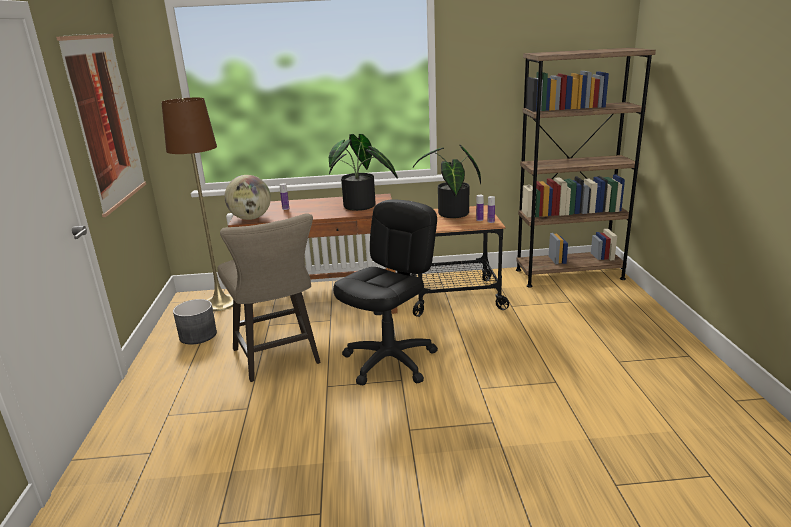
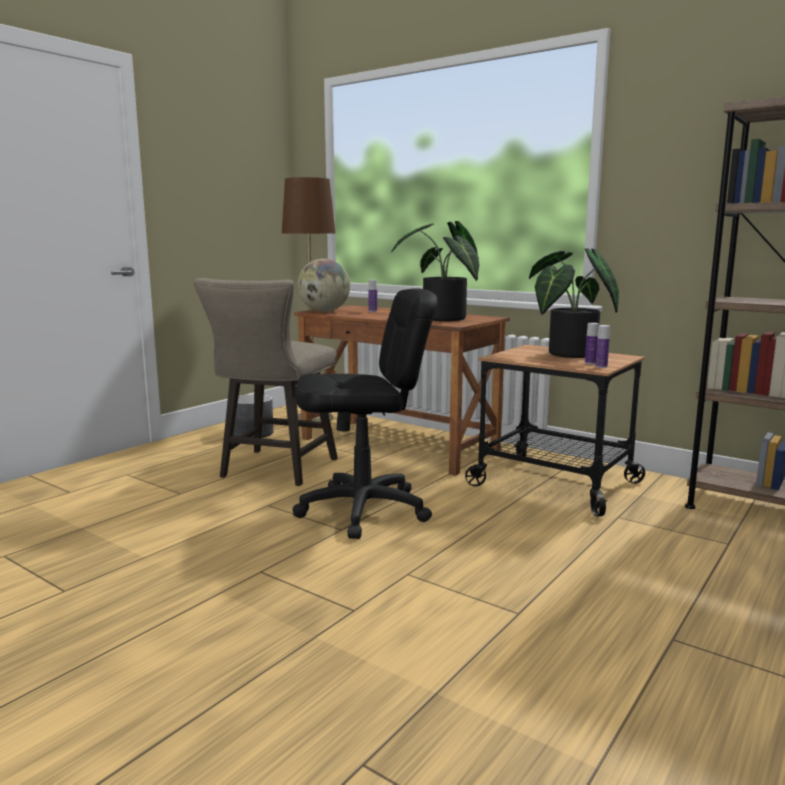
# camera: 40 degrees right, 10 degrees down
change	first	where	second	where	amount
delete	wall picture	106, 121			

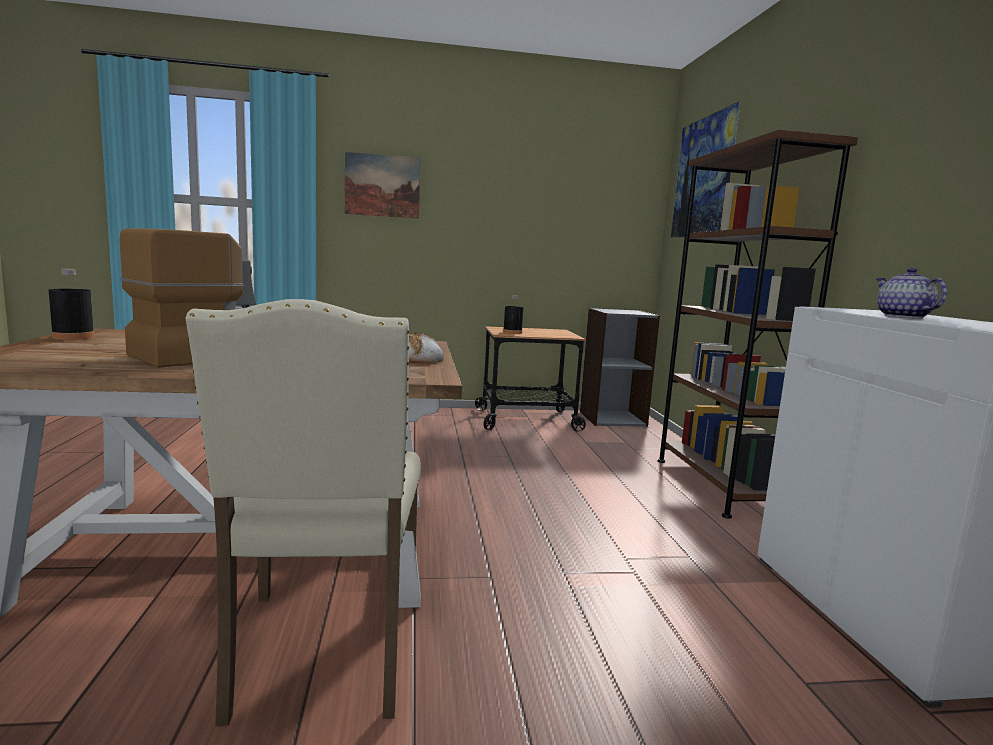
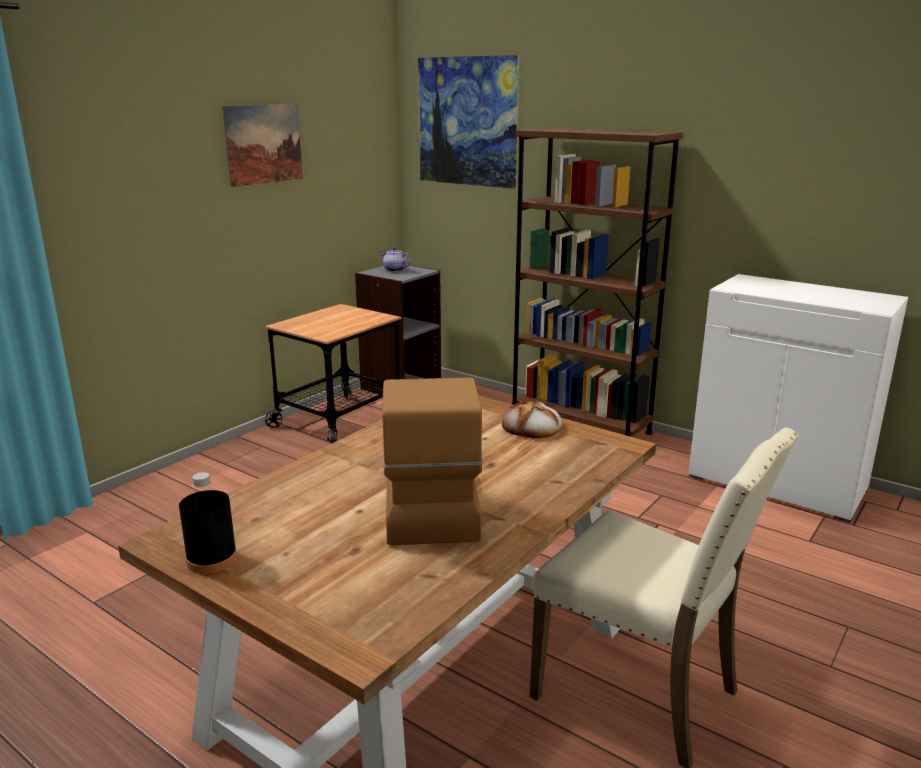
# camera: 45 degrees left, 10 degrees up
change	first	where	second	where	amount
move	wall picture	382, 186		263, 144	
delete	blackish beverage bottle	512, 332			
move	pot for tea	901, 317		394, 270	

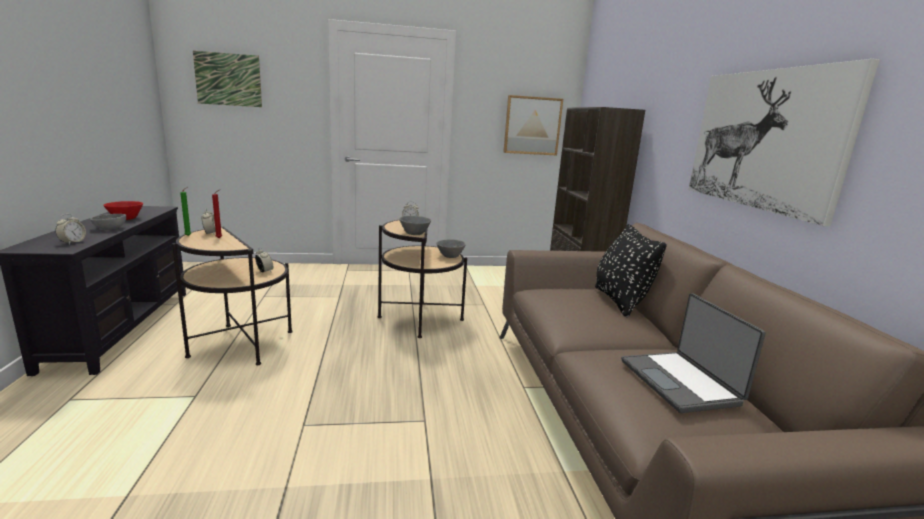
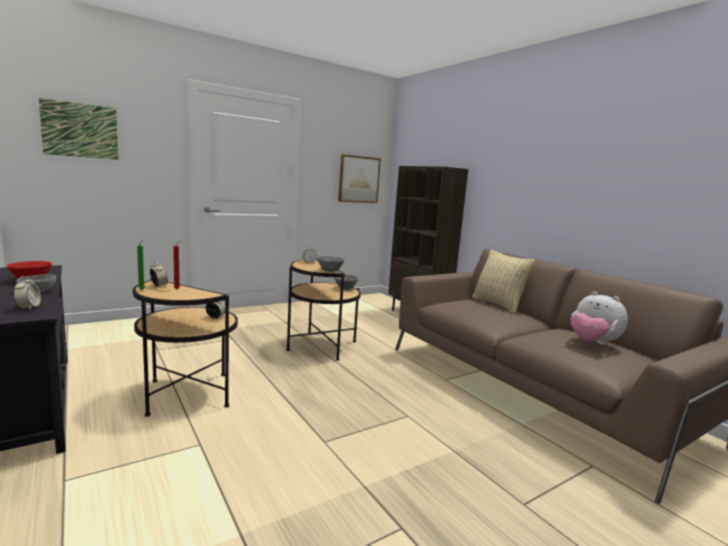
# camera: 25 degrees left, 5 degrees down
change	first	where	second	where	amount
recolor	blackish throw pillow	620, 301	sand-coloured throw pillow	498, 304	
replace	laptop	680, 382	plush toy	592, 343	
delete	wall picture	764, 140			

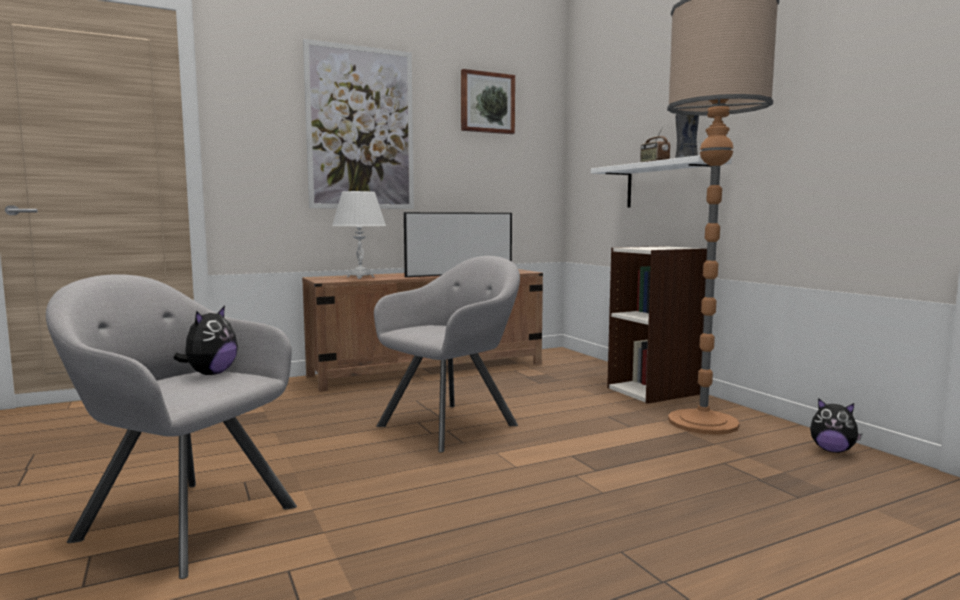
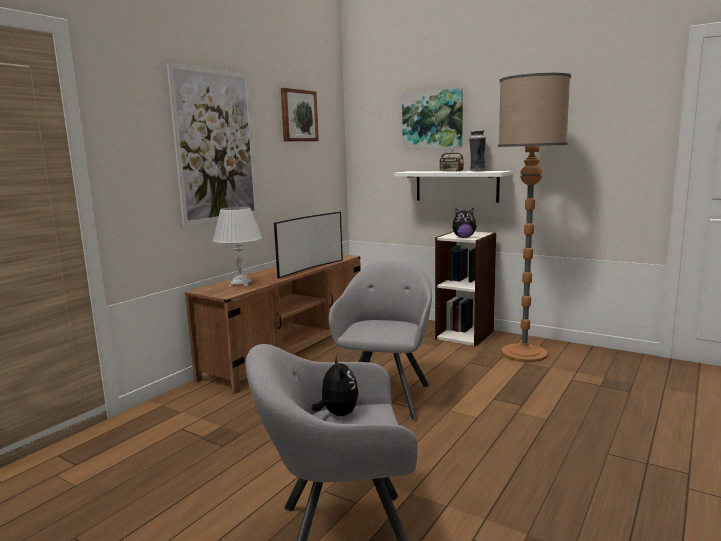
# camera: 30 degrees left, 5 degrees up
change	first	where	second	where	amount
move	plush toy	832, 450		463, 237	
insert			wall picture	432, 119	

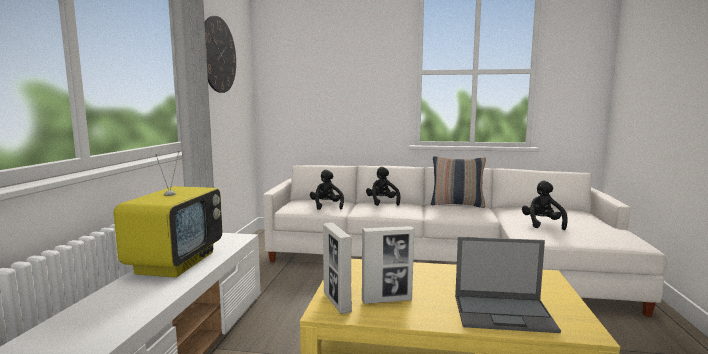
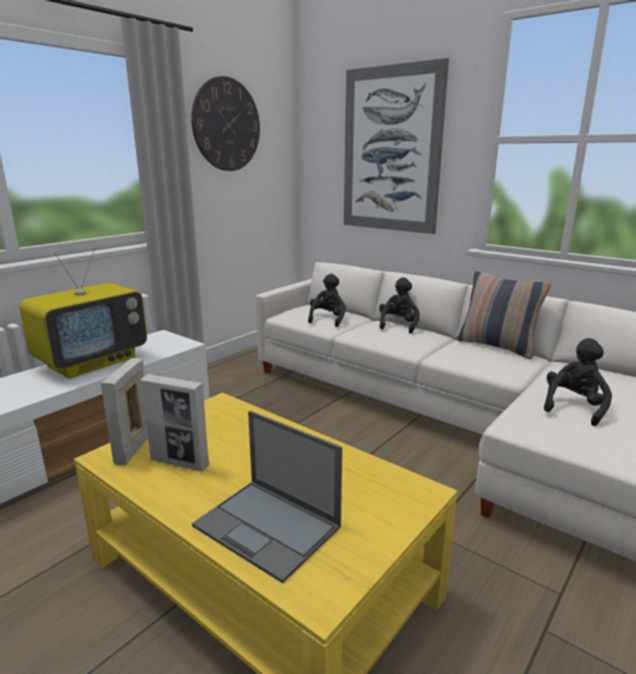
# camera: 30 degrees right, 10 degrees up
change	first	where	second	where	amount
insert			wall picture	391, 150	

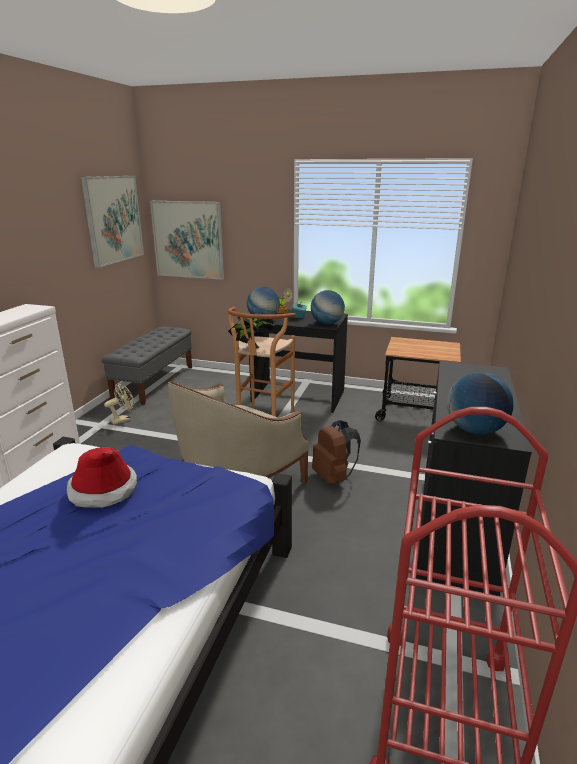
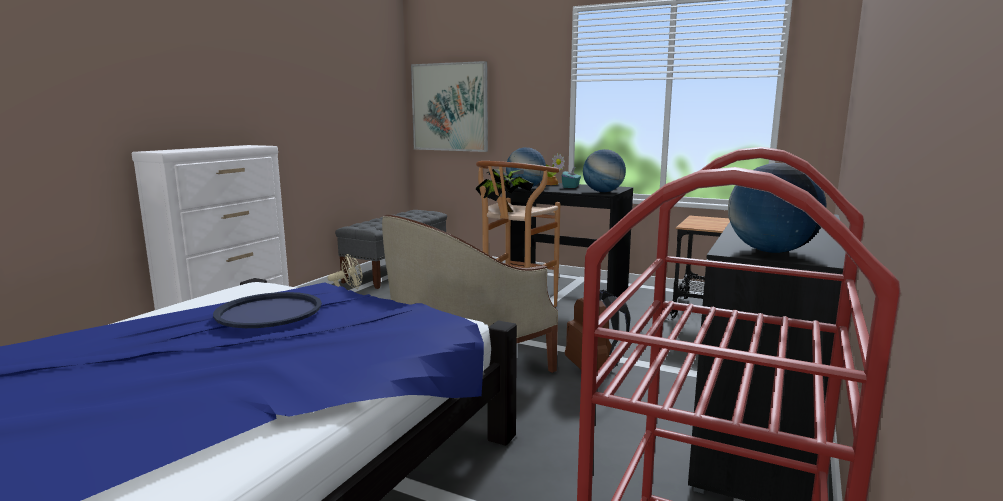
# camera: 10 degrees right, 10 degrees down
change	first	where	second	where	amount
replace	hat	103, 490	bluish serving tray	269, 311	
delete	wall picture	113, 219			

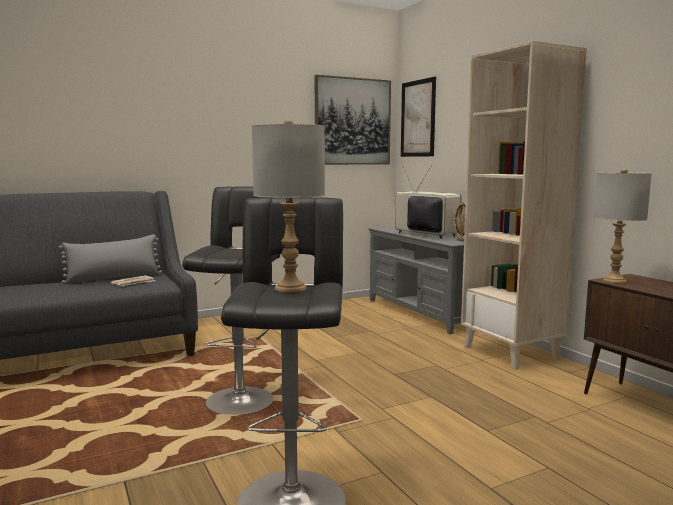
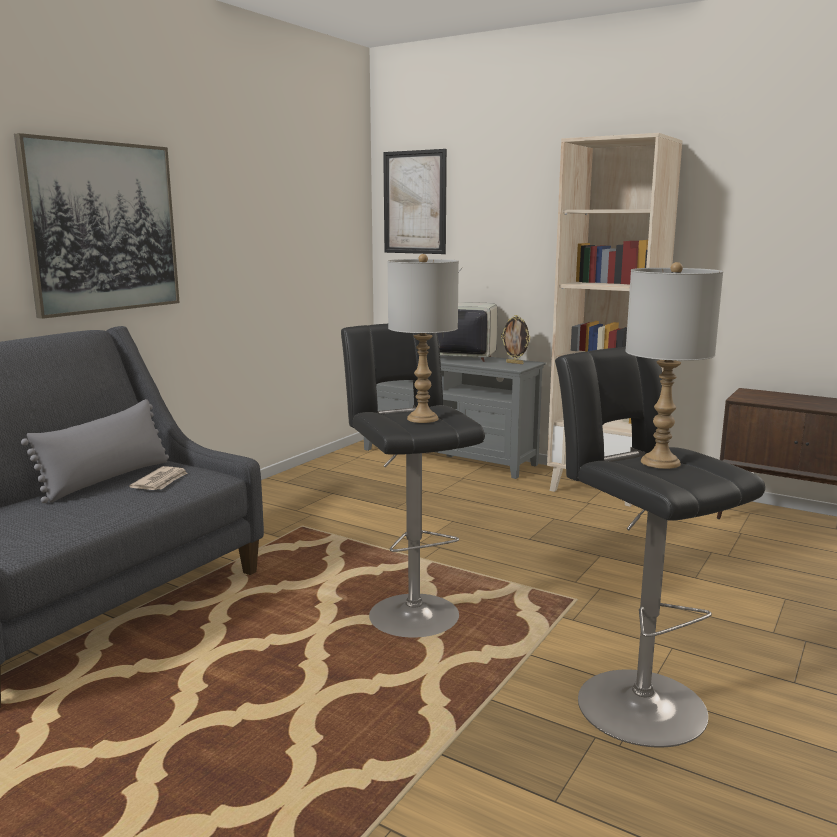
# camera: 30 degrees left, 5 degrees up
change	first	where	second	where	amount
move	wall picture	352, 121		103, 227	
move	grey lamp for a table	615, 281		423, 418	

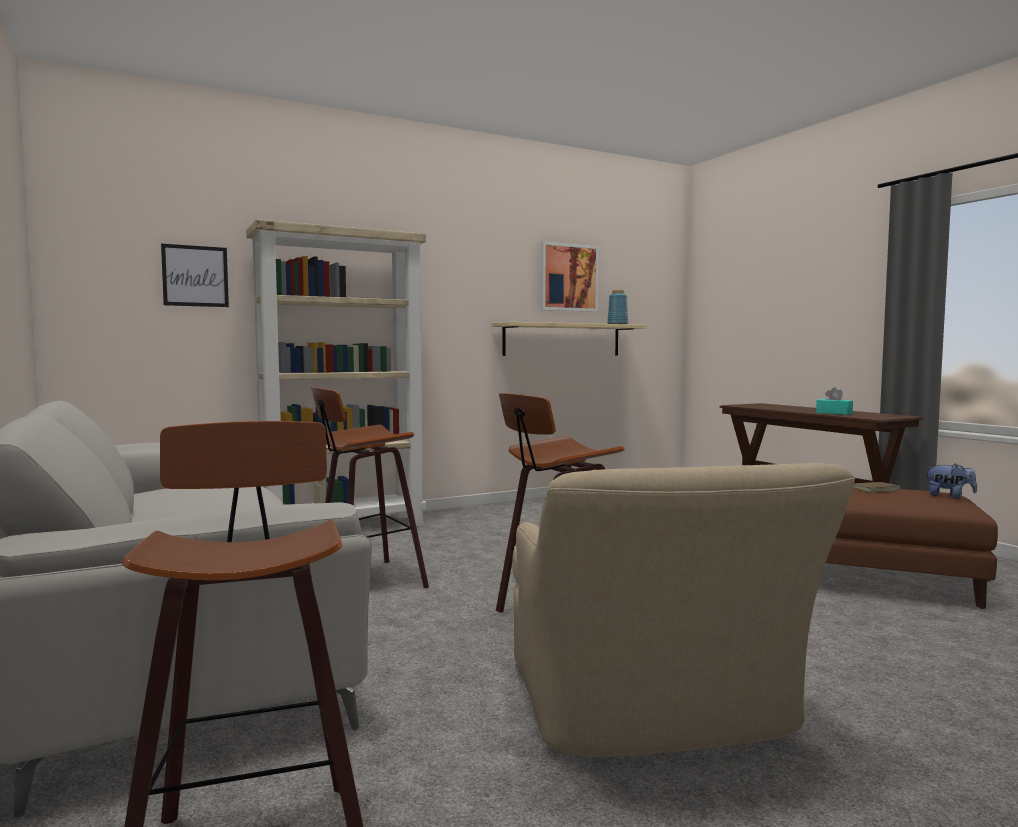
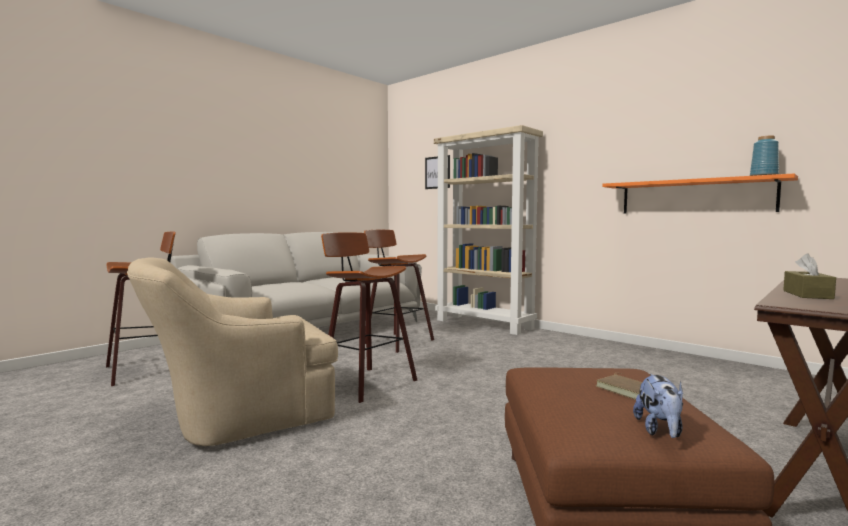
# camera: 70 degrees right, 0 degrees up
change	first	where	second	where	amount
recolor	sand-coloured wall shelf	562, 340	orange wall shelf	695, 197	
delete	wall picture	568, 277			
recolor	turquoise tissue holder	834, 413	brown-coloured tissue holder	807, 295	

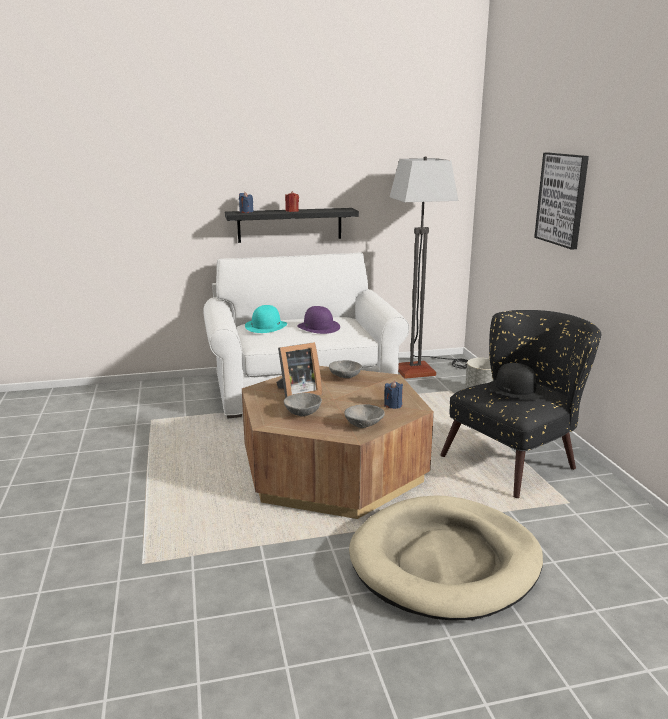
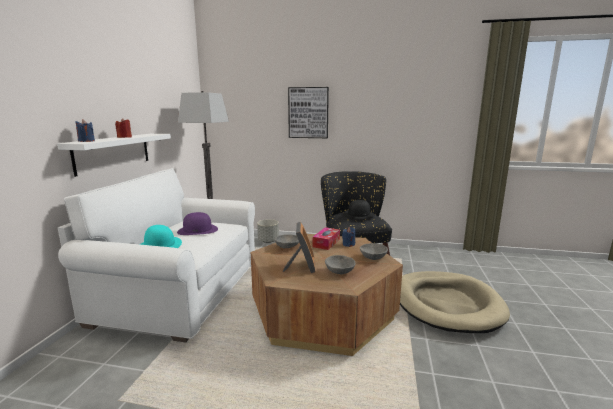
# camera: 65 degrees left, 5 degrees down
change	first	where	second	where	amount
recolor	blackish wall shelf	290, 225	white wall shelf	113, 152	
insert			tissue holder	326, 243	

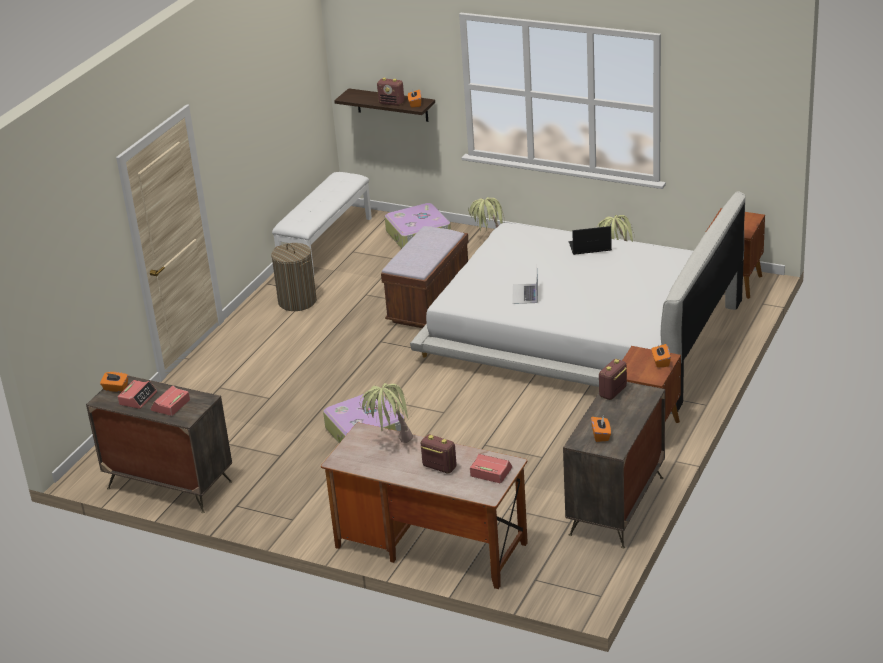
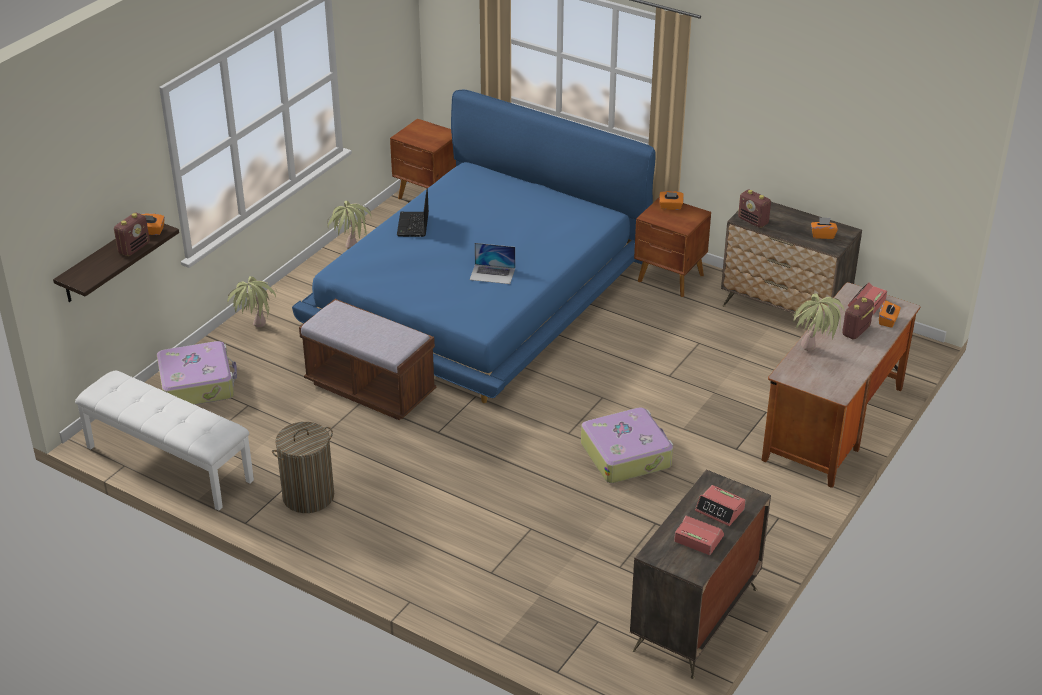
# camera: 85 degrees left, 5 degrees up
change	first	where	second	where	amount
move	orange tissue holder	115, 388		888, 320	
recolor	white bedroom bed	582, 332	bluish bedroom bed	479, 293	

